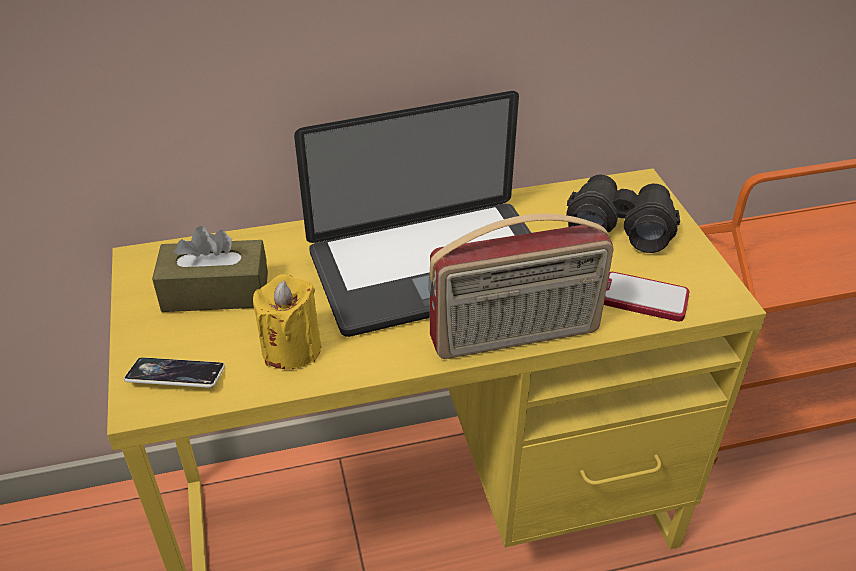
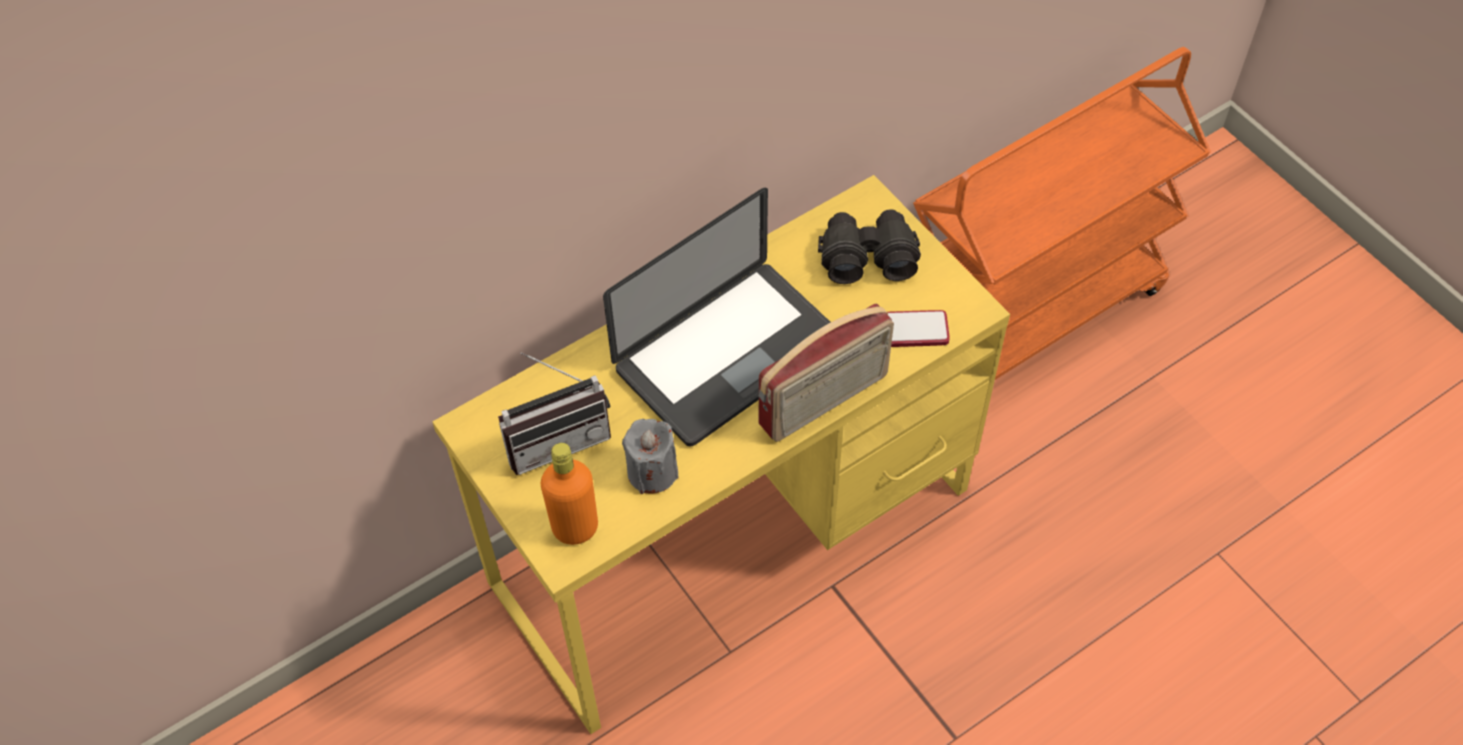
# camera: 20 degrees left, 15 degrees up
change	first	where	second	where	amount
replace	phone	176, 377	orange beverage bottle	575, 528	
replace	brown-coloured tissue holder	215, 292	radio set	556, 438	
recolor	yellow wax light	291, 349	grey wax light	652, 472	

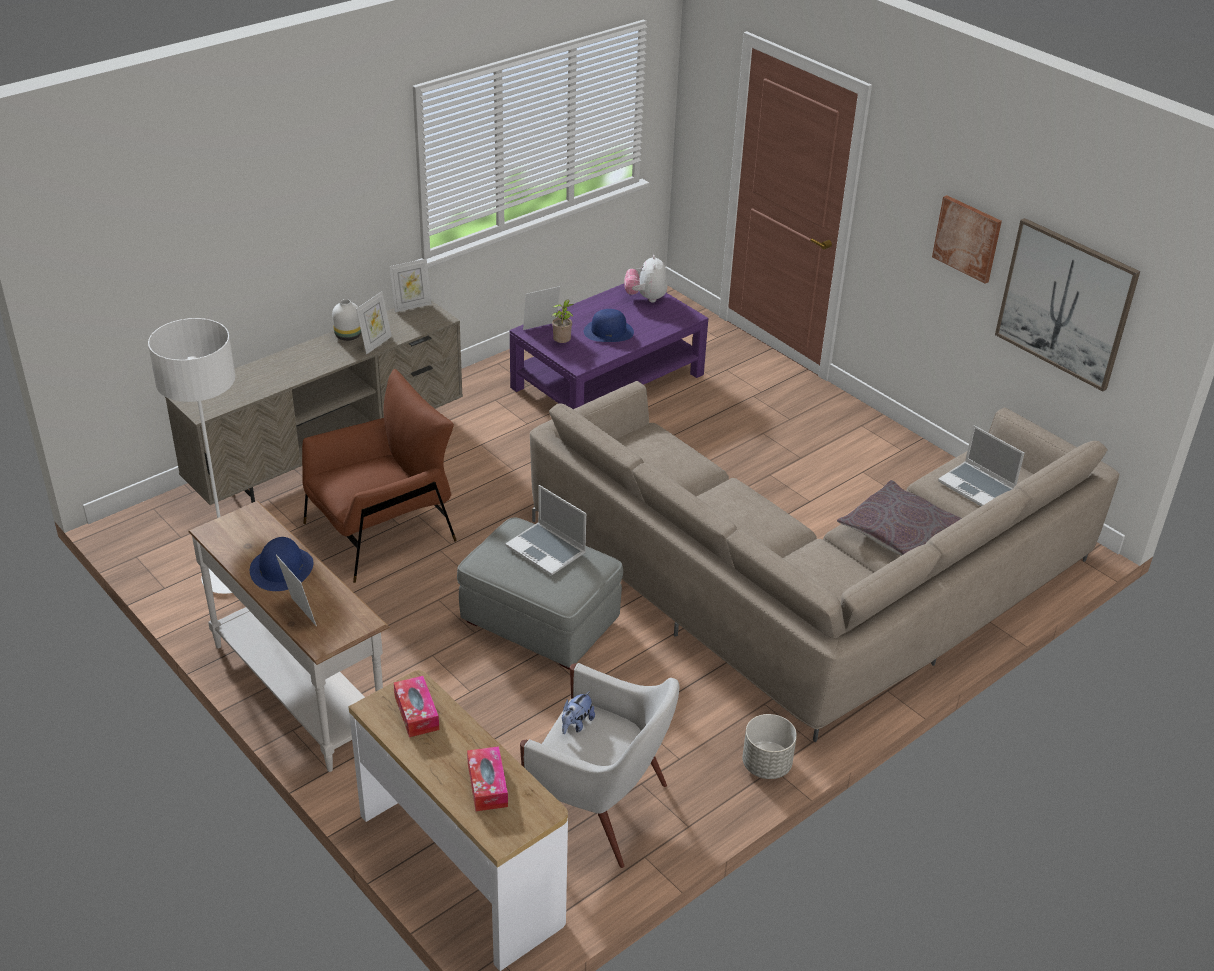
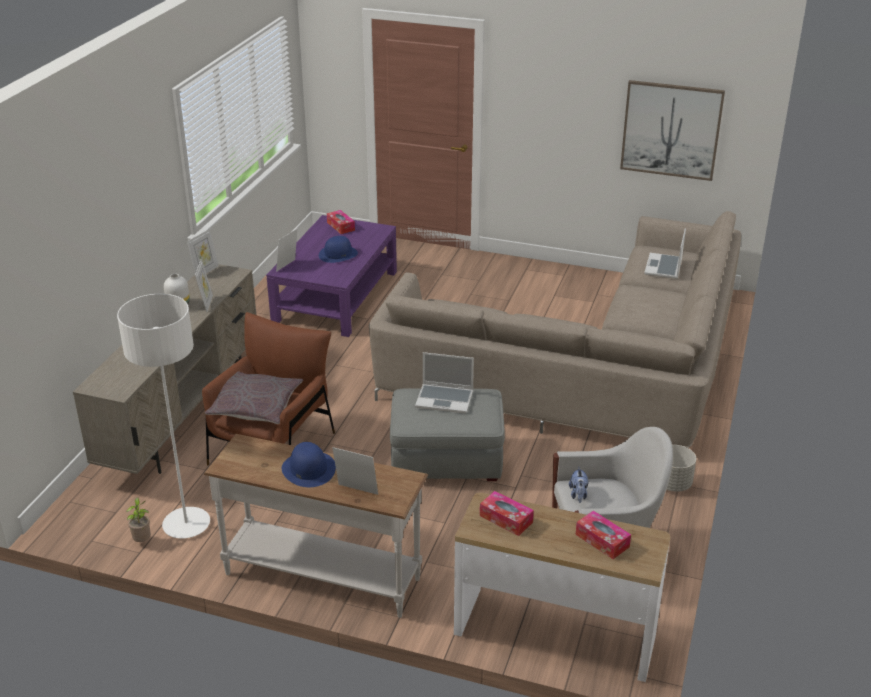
# camera: 30 degrees left, 5 degrees down
change	first	where	second	where	amount
move	plant in a pot	562, 344		143, 541	
replace	plush toy	645, 298	tissue holder	340, 226	
move	grey throw pillow	900, 532		256, 406	
delete	wall picture	967, 238			
rotate	laptop	977, 487		664, 267	90 degrees clockwise

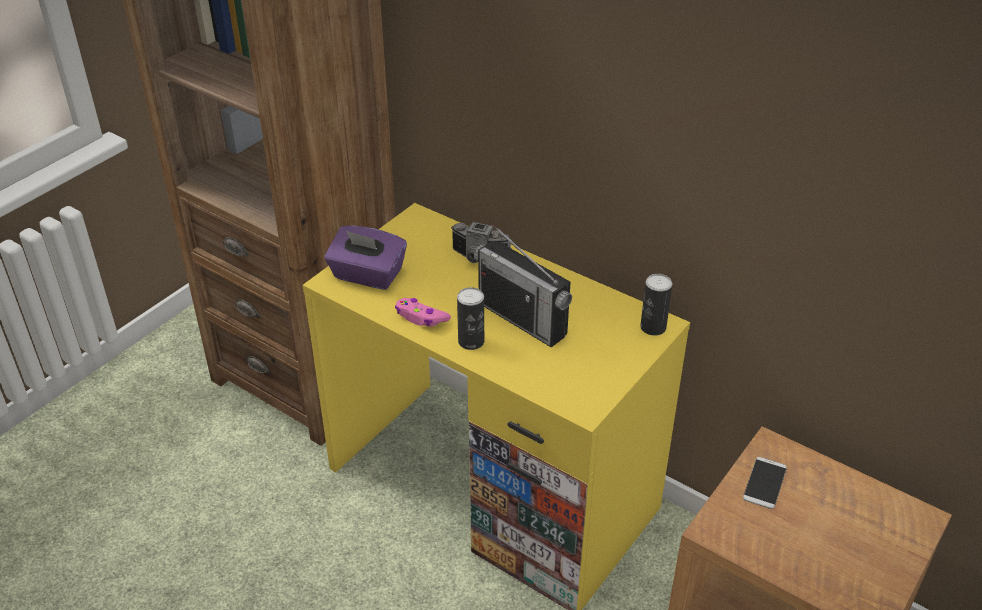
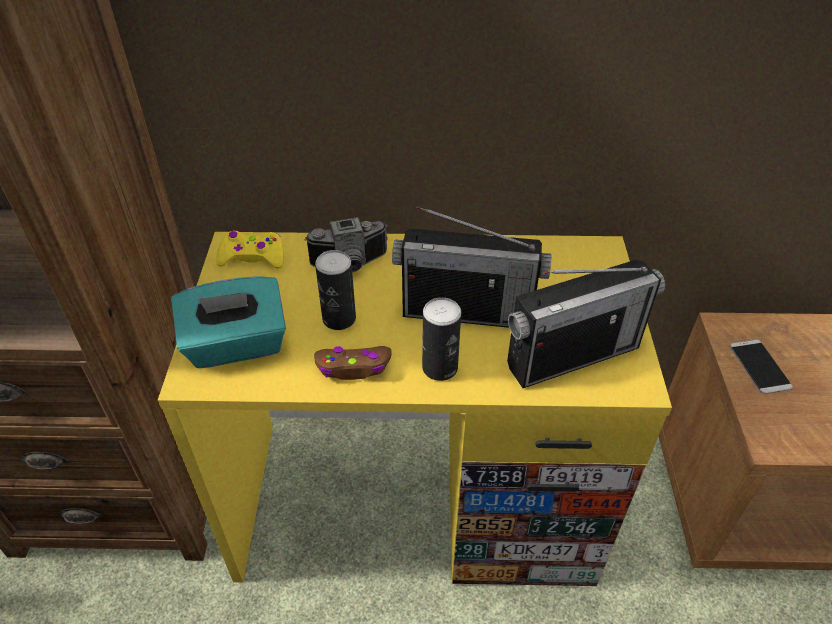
# camera: 35 degrees left, 5 degrees up
change	first	where	second	where	amount
recolor	purplish tissue holder	367, 275	turquoise tissue holder	236, 345	
recolor	pink joypad	421, 317	brown-coloured joypad	353, 367	
move	metal can	653, 327		339, 318	
insert			yellow joypad	252, 257	
insert			radio set	572, 356	

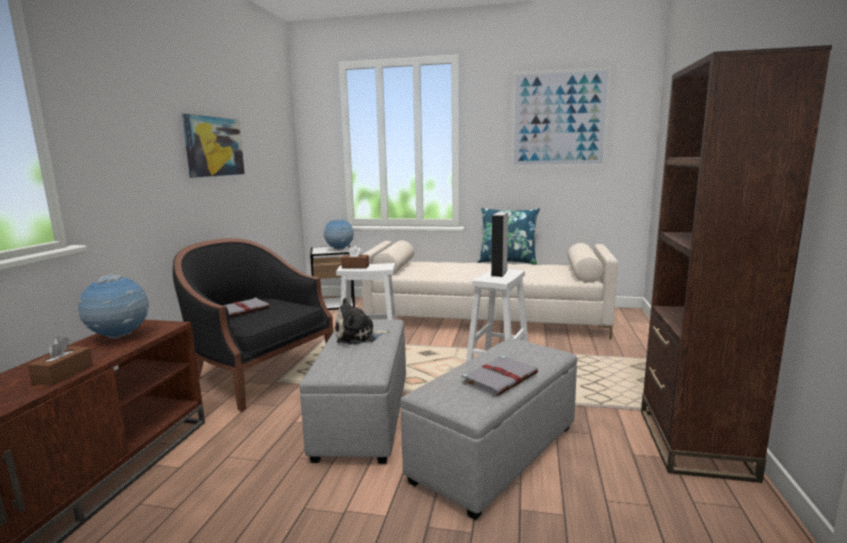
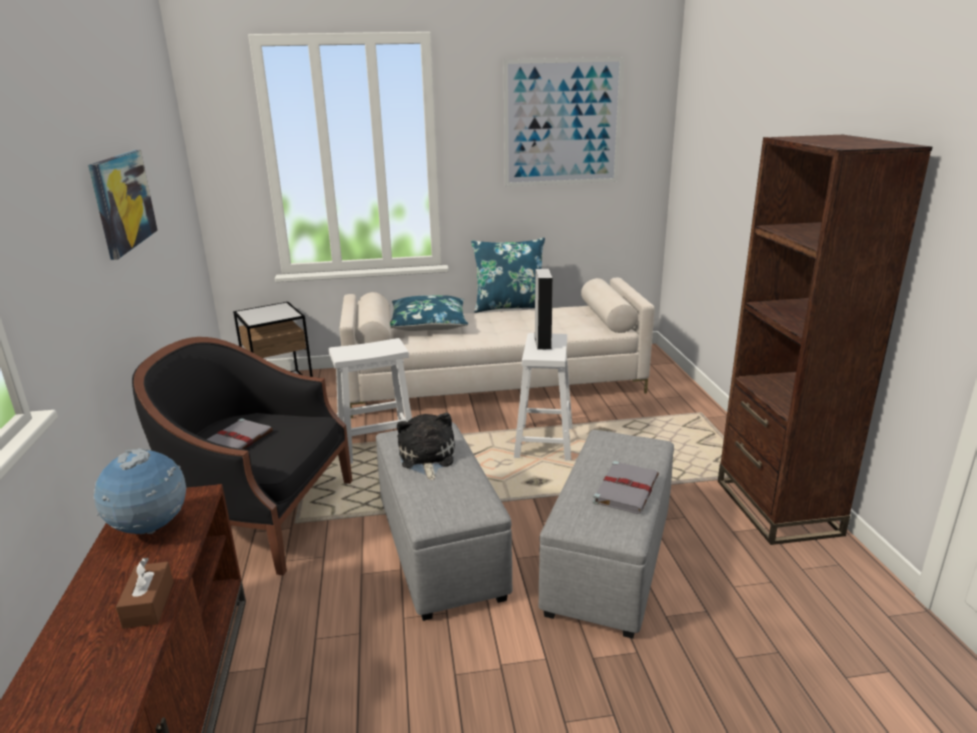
# camera: 20 degrees left, 10 degrees up
change	first	where	second	where	amount
delete	desk globe	339, 250			
rotate	plush toy	358, 336		426, 458	120 degrees clockwise
delete	brown-coloured tissue holder	355, 266			
insert			bluish throw pillow	429, 324	

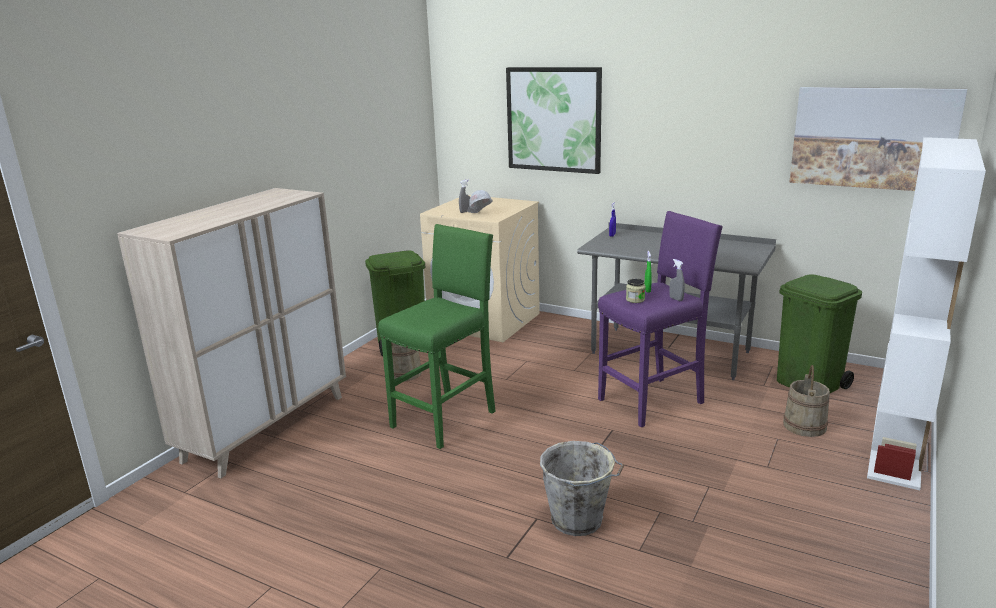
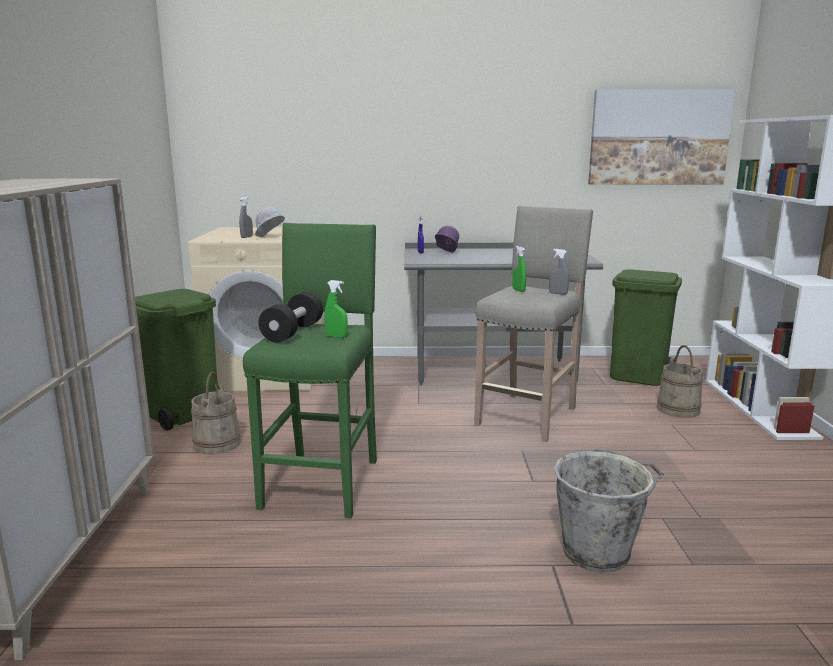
# camera: 30 degrees left, 5 degrees down
change	first	where	second	where	amount
delete	wall picture	554, 119			
recolor	purplish stool seat	653, 401	sand-coloured stool seat	528, 415	
delete	storage jar	635, 300			
insert			blackish hand weight	293, 332	
insert			green-coloured sprayer	336, 337	
insert			purplish hard hat	446, 254	

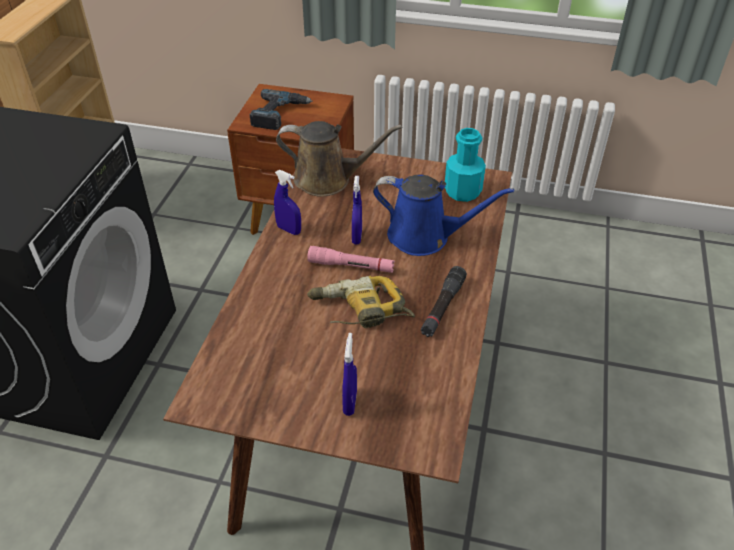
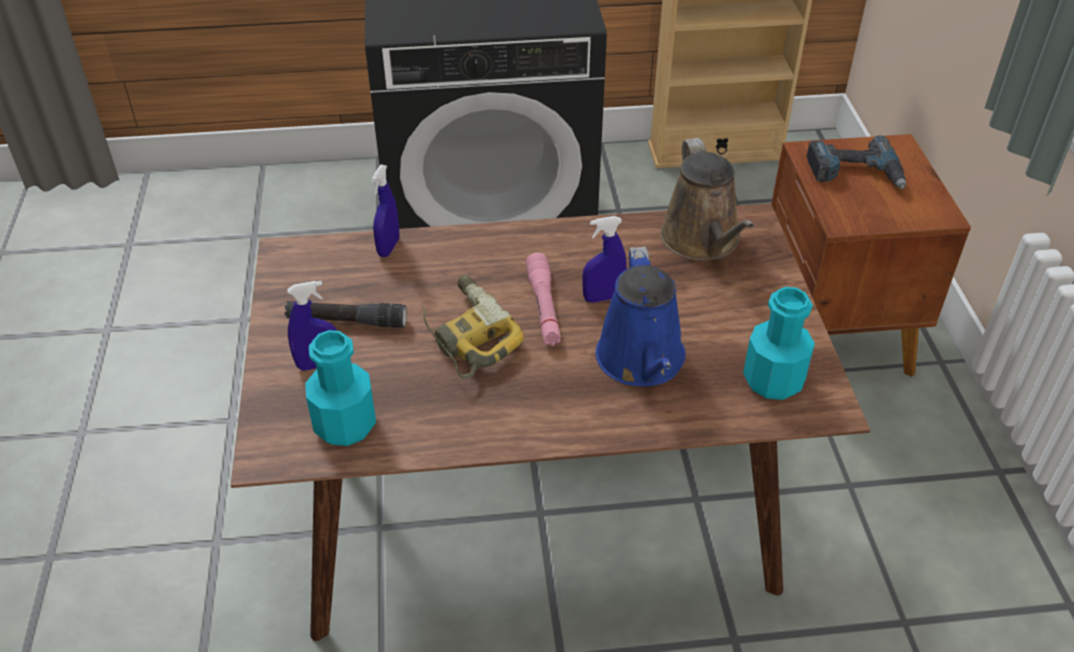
# camera: 70 degrees right, 0 degrees up
change	first	where	second	where	amount
move	bluish sprayer	289, 230		388, 247	
move	blackish flashlight	442, 307		346, 321	
insert			turquoise beverage bottle	345, 425	

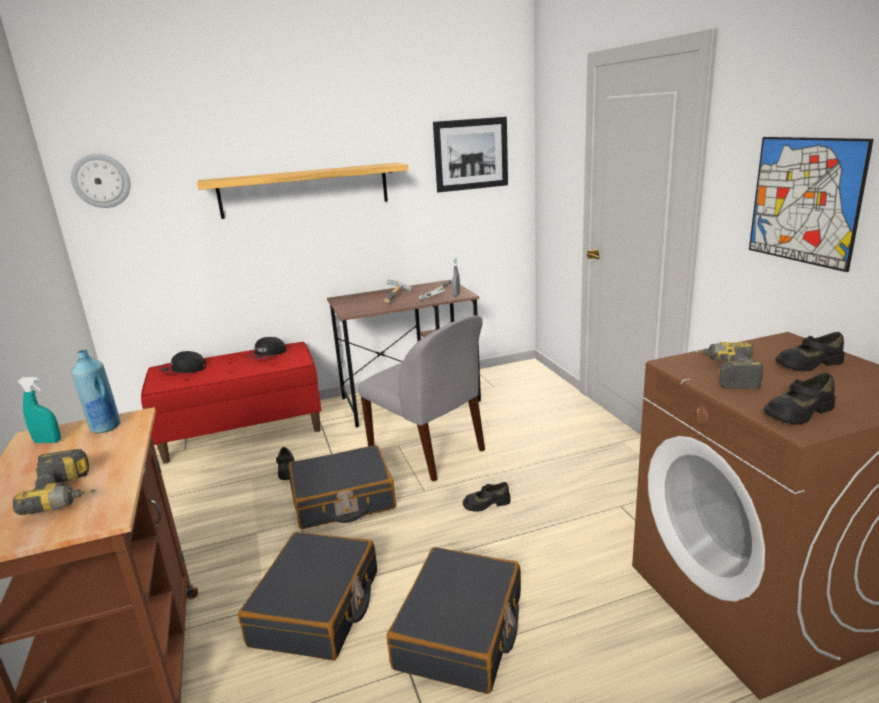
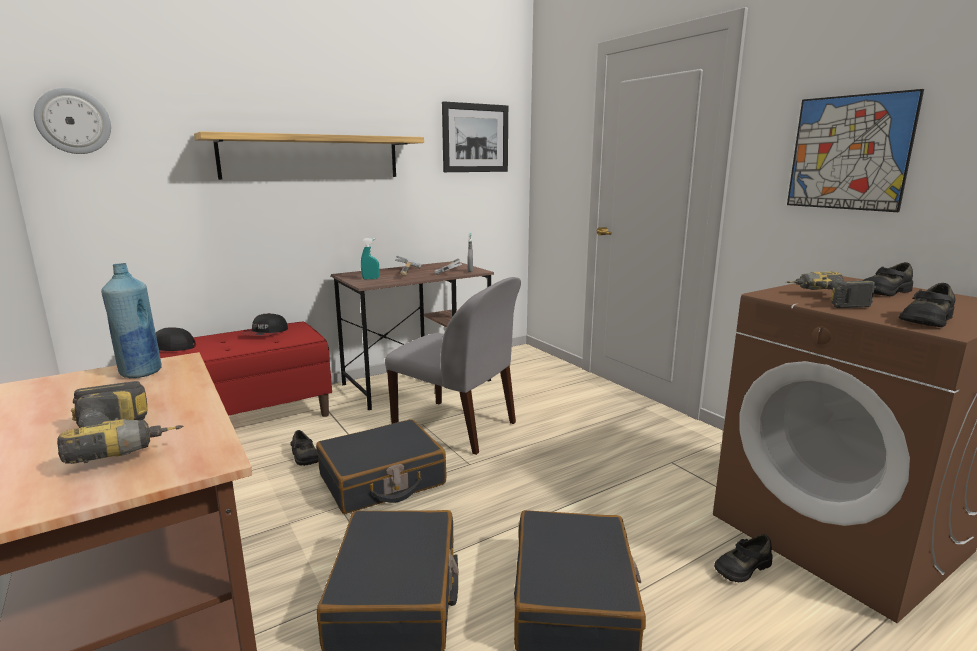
# camera: 15 degrees left, 5 degrees down
change	first	where	second	where	amount
move	turquoise sprayer	48, 441		370, 279	
move	blackish shoe	486, 503		742, 567	

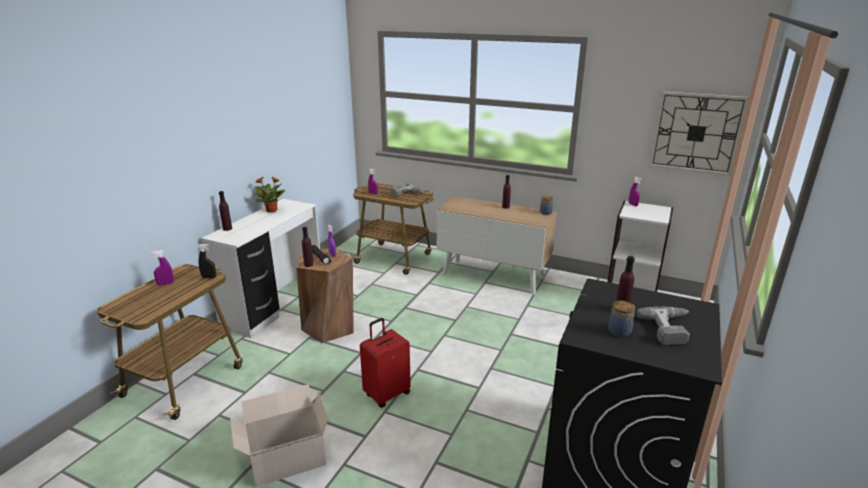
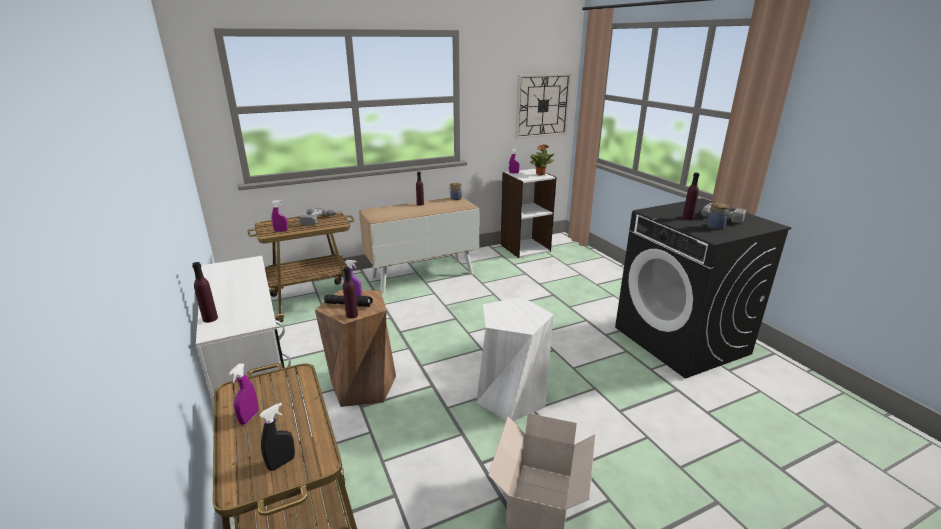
# camera: 50 degrees left, 0 degrees up
change	first	where	second	where	amount
move	blackish sprayer	209, 277		281, 463	
move	plant in a pot	272, 210		540, 174	
replace	red suitcase	386, 394	white stool seat	511, 397	

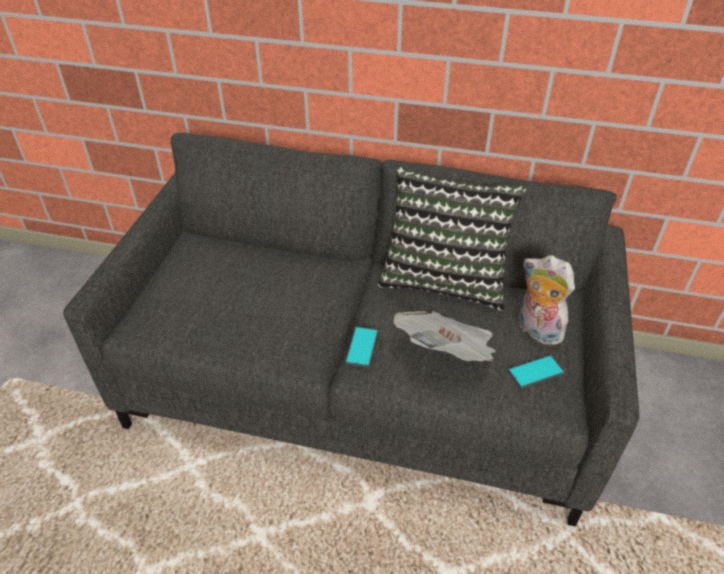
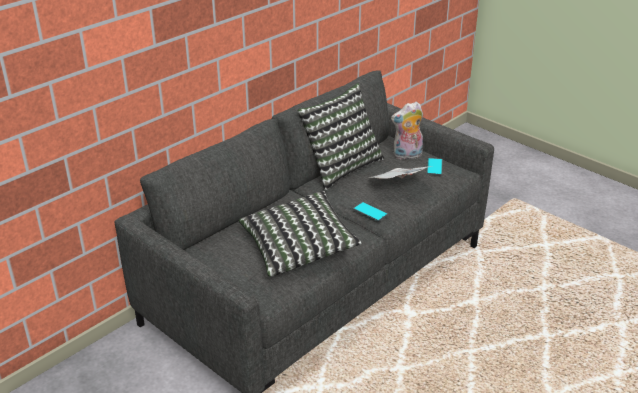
# camera: 60 degrees left, 10 degrees down
change	first	where	second	where	amount
insert			throw pillow	298, 248	

